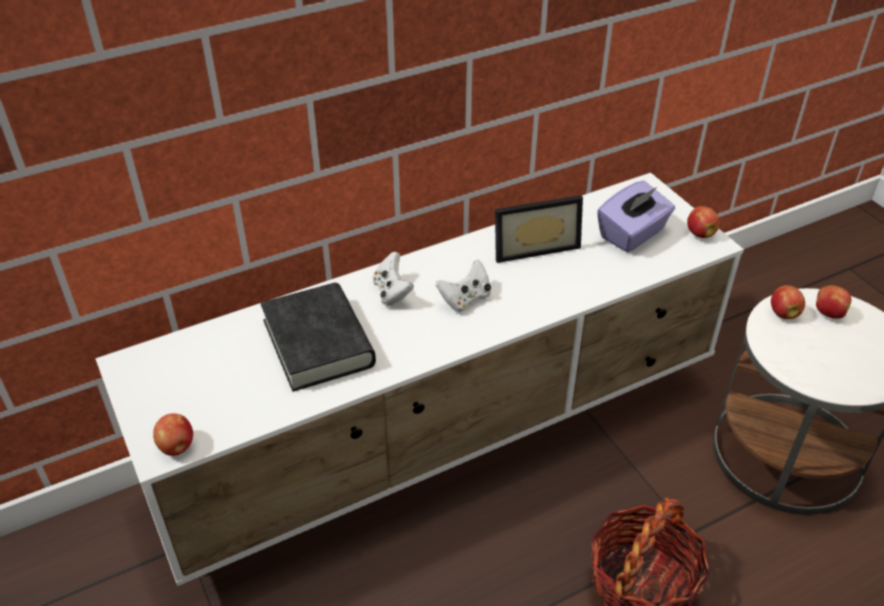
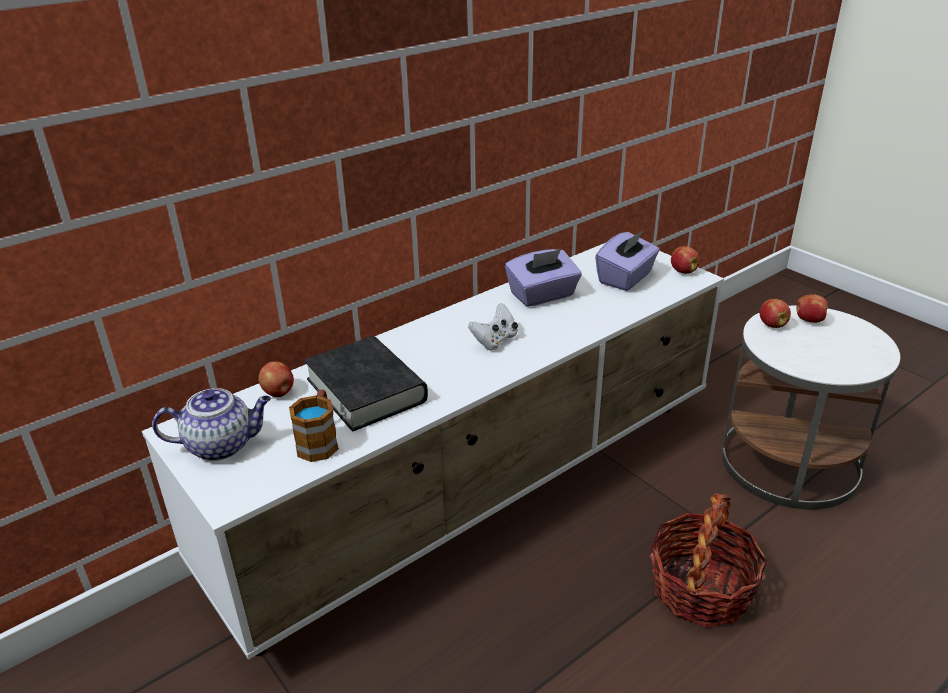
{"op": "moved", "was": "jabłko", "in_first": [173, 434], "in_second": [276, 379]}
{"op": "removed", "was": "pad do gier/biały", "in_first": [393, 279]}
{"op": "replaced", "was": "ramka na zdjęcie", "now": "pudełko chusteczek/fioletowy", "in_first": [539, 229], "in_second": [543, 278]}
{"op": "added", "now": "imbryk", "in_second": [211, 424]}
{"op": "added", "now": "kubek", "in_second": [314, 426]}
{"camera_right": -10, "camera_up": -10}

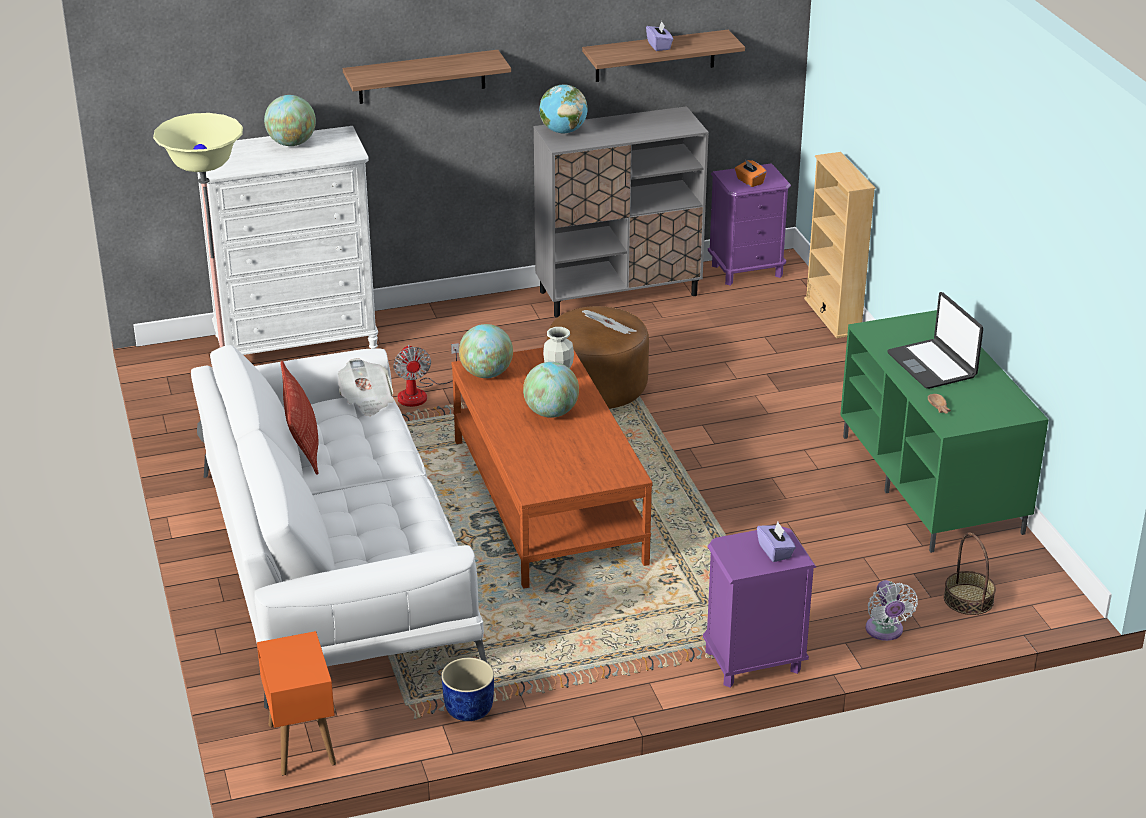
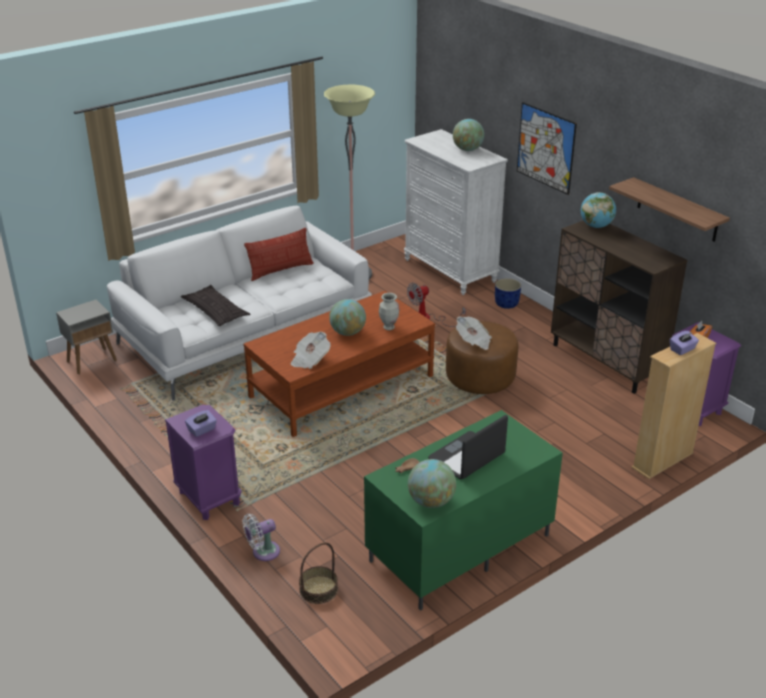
{"op": "recoloured", "was": "stolik/pomarańczowy", "now": "stolik/szary", "in_first": [296, 703], "in_second": [86, 336]}
{"op": "moved", "was": "gazeta", "in_first": [366, 387], "in_second": [311, 350]}
{"op": "replaced", "was": "półka", "now": "obraz", "in_first": [427, 77], "in_second": [547, 148]}
{"op": "moved", "was": "donica/niebieski", "in_first": [467, 689], "in_second": [508, 293]}
{"op": "moved", "was": "globus", "in_first": [486, 351], "in_second": [432, 483]}
{"op": "recoloured", "was": "szafka/szary", "now": "szafka/brązowy", "in_first": [621, 211], "in_second": [619, 307]}
{"op": "moved", "was": "pudełko chusteczek/fioletowy", "in_first": [659, 36], "in_second": [684, 343]}
{"op": "added", "now": "poduszka", "in_second": [215, 305]}
{"camera_right": 70, "camera_up": 0}

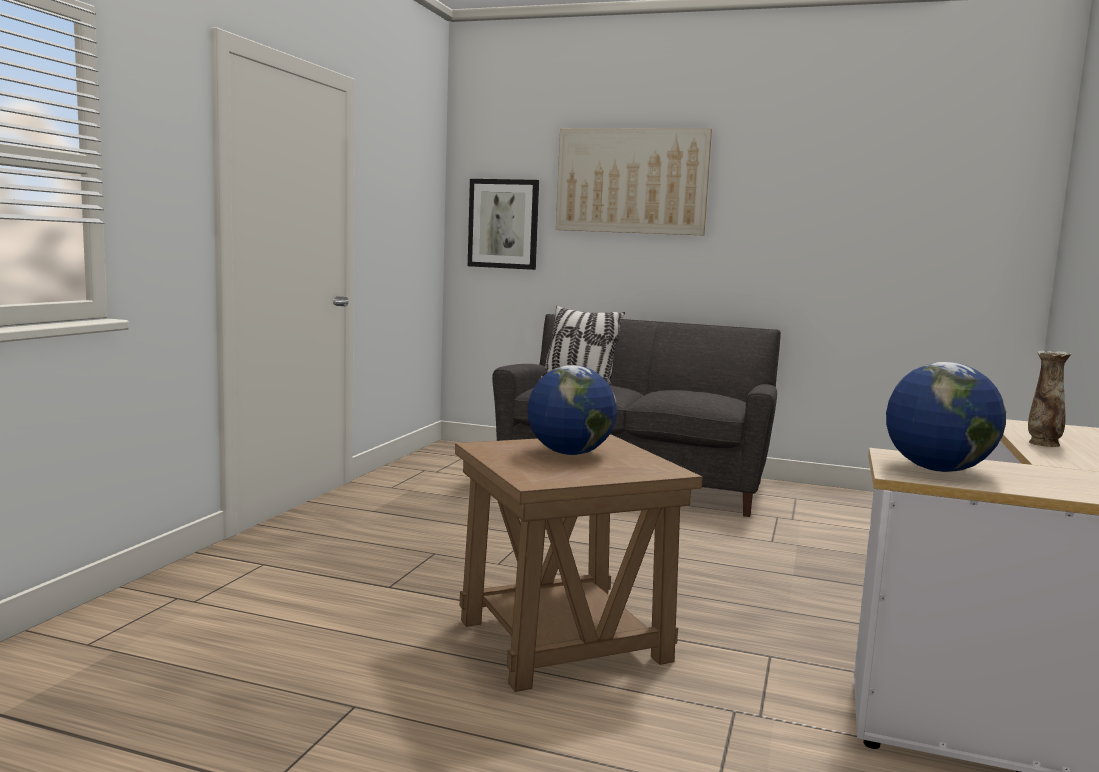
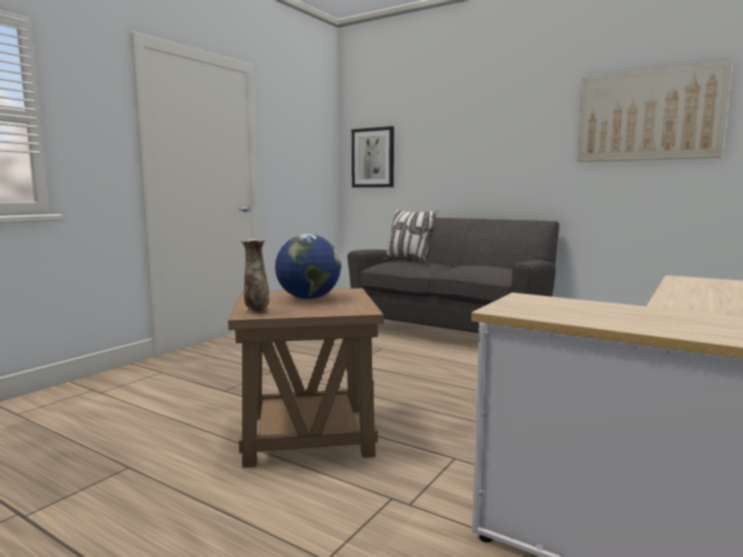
{"op": "moved", "was": "obraz", "in_first": [634, 181], "in_second": [654, 112]}
{"op": "removed", "was": "globus", "in_first": [946, 417]}
{"op": "moved", "was": "wazon", "in_first": [1049, 398], "in_second": [255, 276]}
{"camera_right": 15, "camera_up": 0}

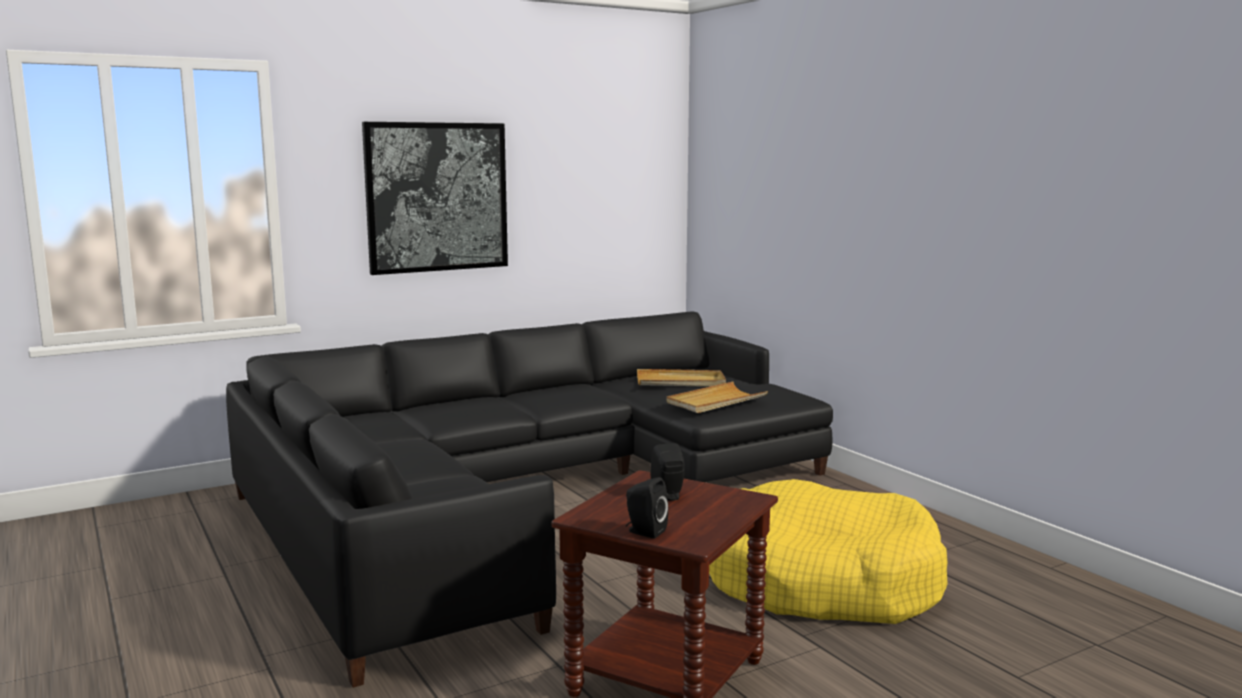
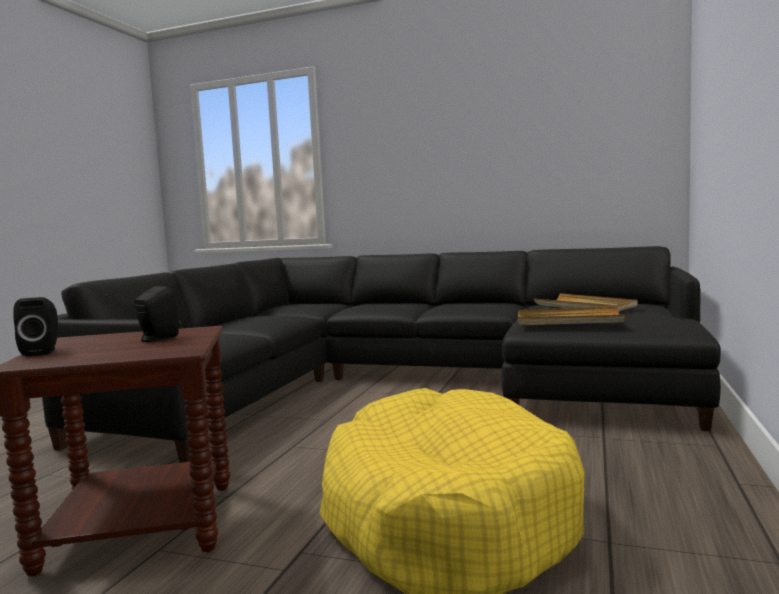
{"op": "removed", "was": "obraz", "in_first": [435, 198]}
{"camera_right": 50, "camera_up": -5}

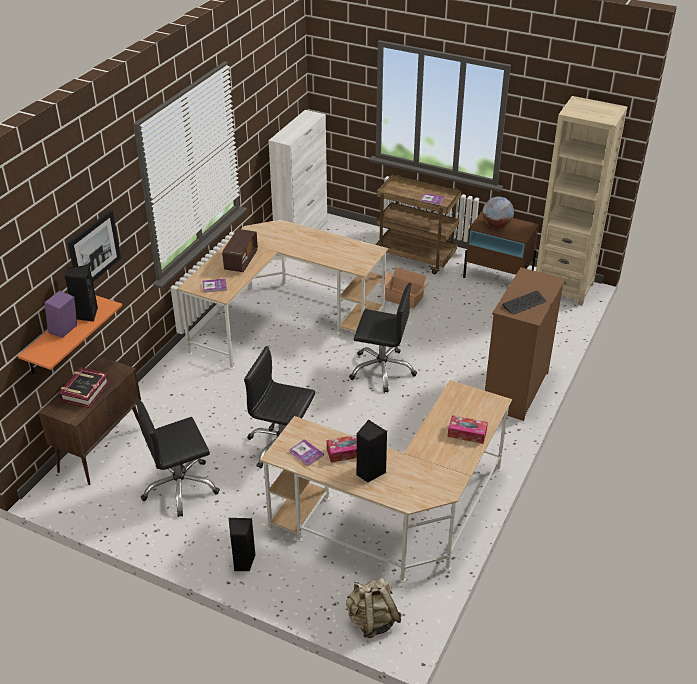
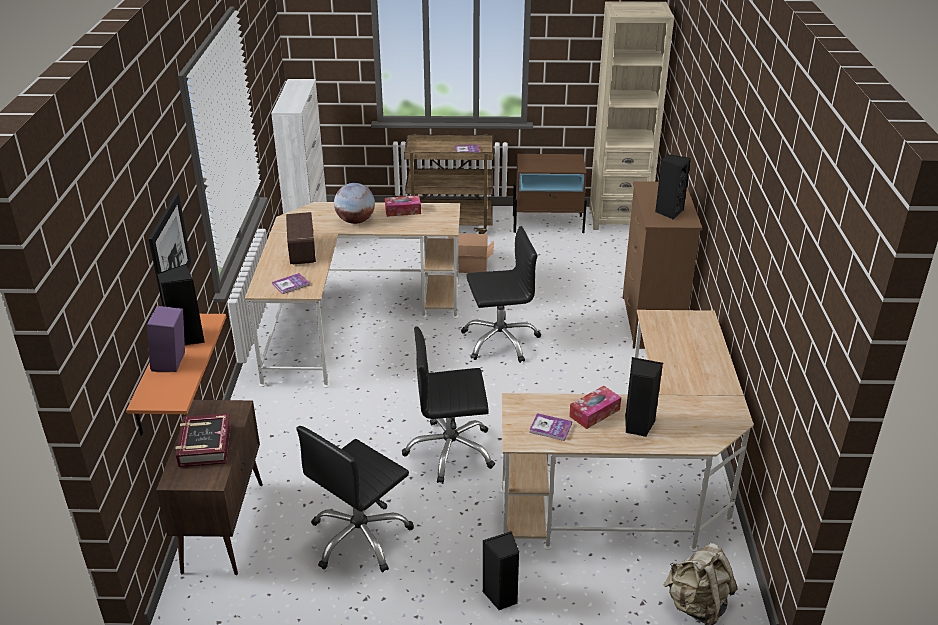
{"op": "moved", "was": "pudełko chusteczek", "in_first": [468, 429], "in_second": [403, 206]}
{"op": "moved", "was": "globus", "in_first": [498, 212], "in_second": [354, 203]}
{"op": "replaced", "was": "klawiatura", "now": "głośnik/czarny", "in_first": [524, 303], "in_second": [673, 187]}
{"camera_right": -25, "camera_up": -5}

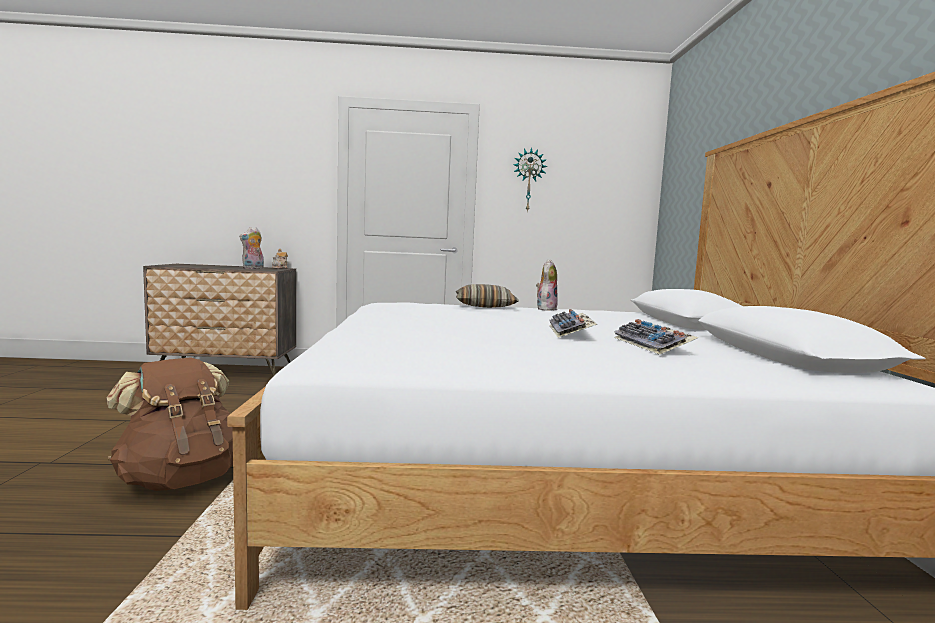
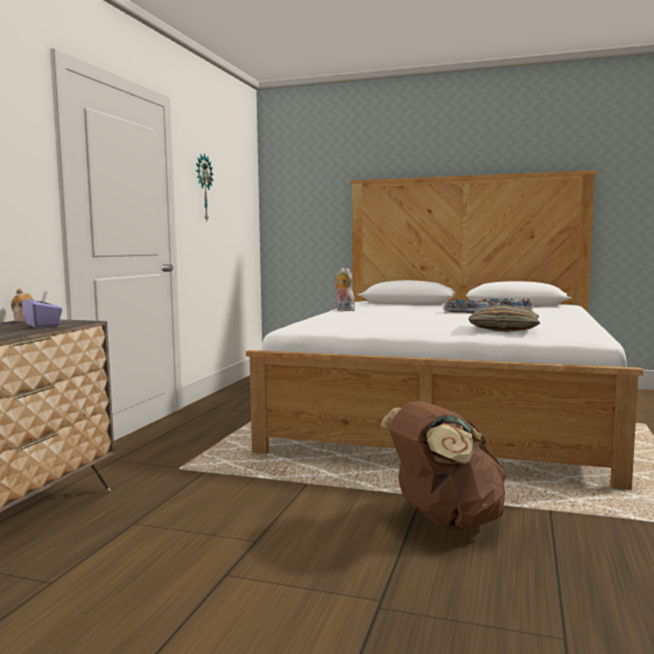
{"op": "replaced", "was": "pluszak", "now": "pudełko chusteczek/fioletowy", "in_first": [251, 248], "in_second": [42, 309]}
{"op": "moved", "was": "poduszka", "in_first": [487, 296], "in_second": [504, 318]}
{"camera_right": -70, "camera_up": 0}

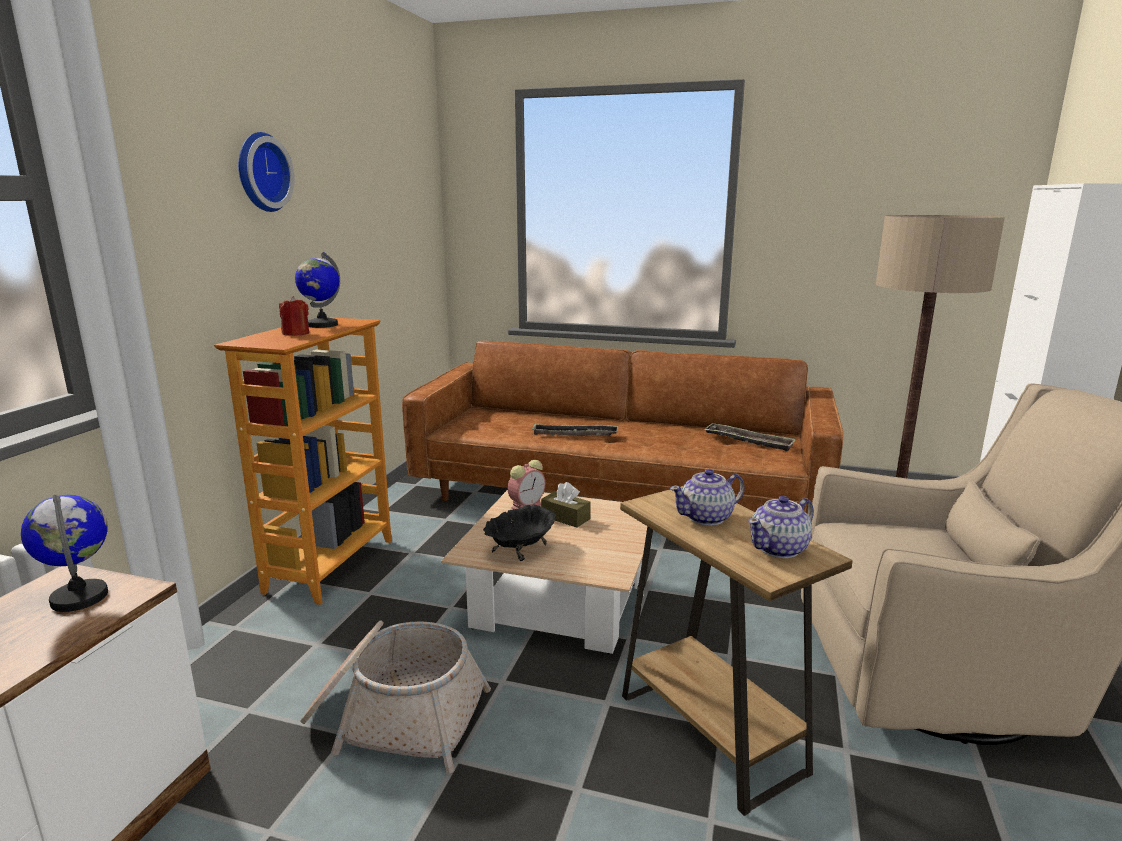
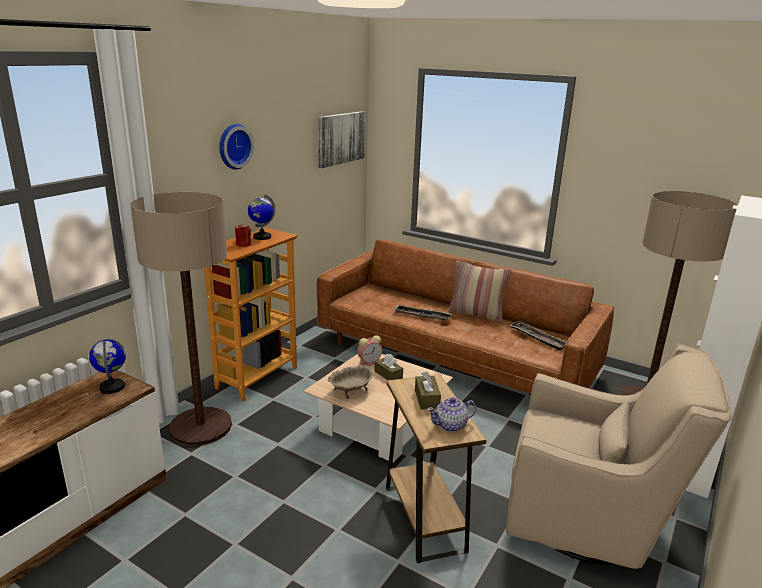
{"op": "removed", "was": "koszyk", "in_first": [395, 697]}
{"op": "recoloured", "was": "miska/czarny", "now": "miska/beżowy", "in_first": [519, 532], "in_second": [351, 382]}
{"op": "replaced", "was": "imbryk", "now": "pudełko chusteczek/brązowy", "in_first": [707, 497], "in_second": [428, 390]}
{"op": "added", "now": "lampa stojąca", "in_second": [181, 319]}
{"op": "added", "now": "obraz", "in_second": [341, 139]}
{"op": "added", "now": "poduszka", "in_second": [479, 292]}
{"camera_right": 15, "camera_up": 5}

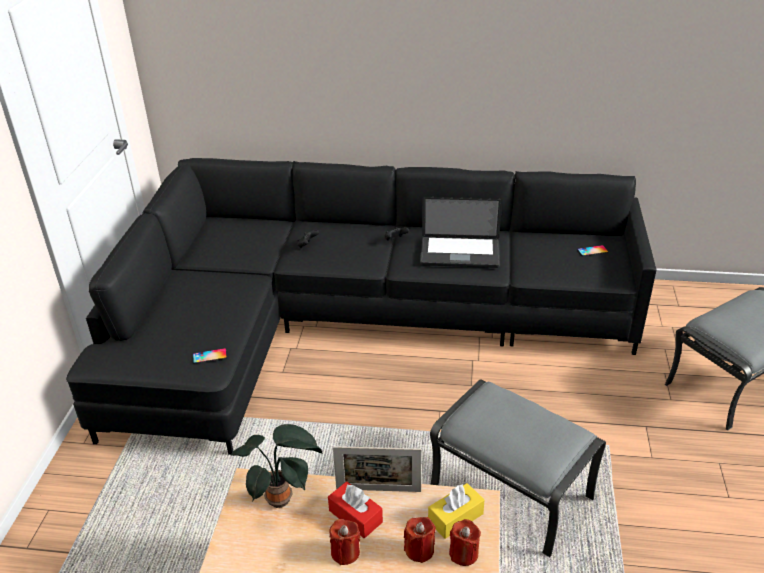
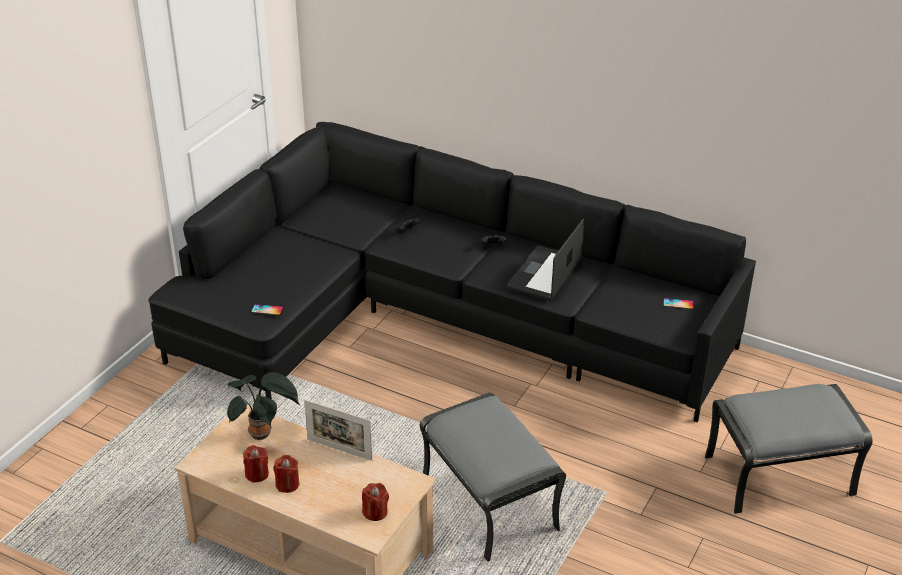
{"op": "removed", "was": "pudełko chusteczek/czerwony", "in_first": [355, 509]}
{"op": "moved", "was": "świeca/czerwony", "in_first": [420, 540], "in_second": [256, 464]}
{"op": "turned", "was": "laptop", "in_first": [461, 232], "in_second": [546, 259], "clockwise": 90}
{"op": "removed", "was": "pudełko chusteczek/żółty", "in_first": [456, 511]}
{"camera_right": 20, "camera_up": 0}

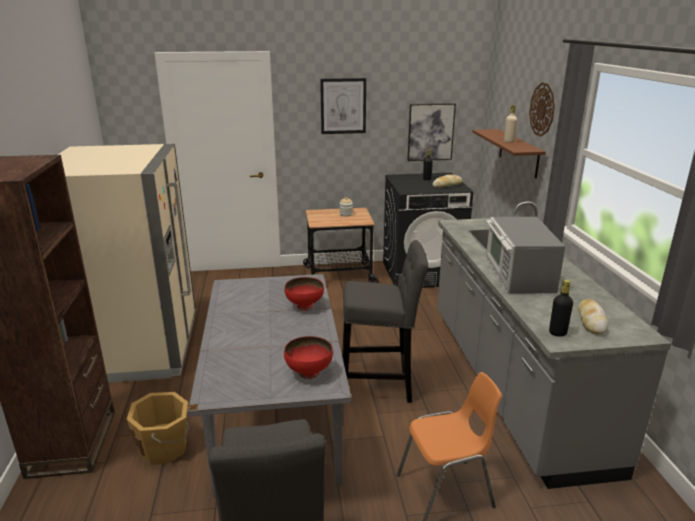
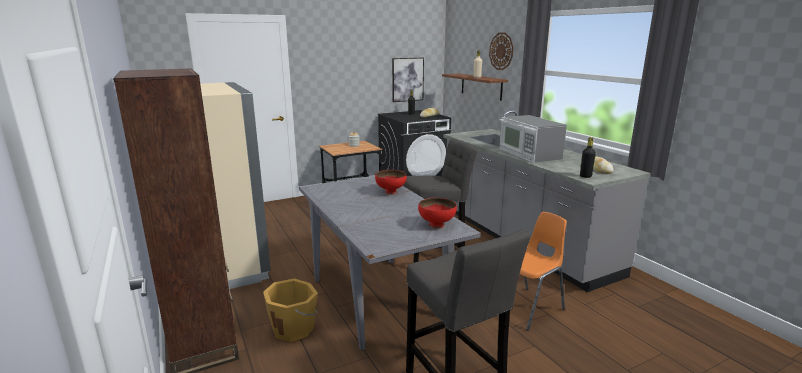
{"op": "removed", "was": "obraz", "in_first": [343, 106]}
{"camera_right": -20, "camera_up": -5}

